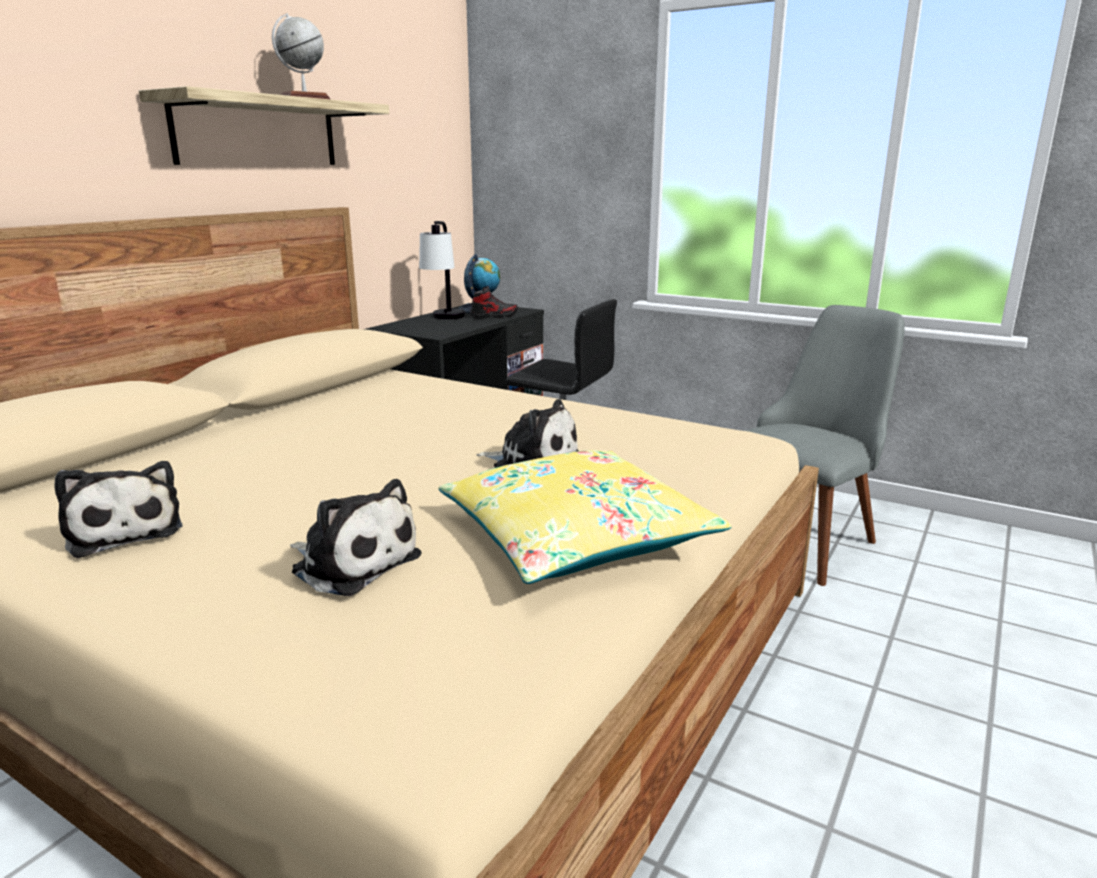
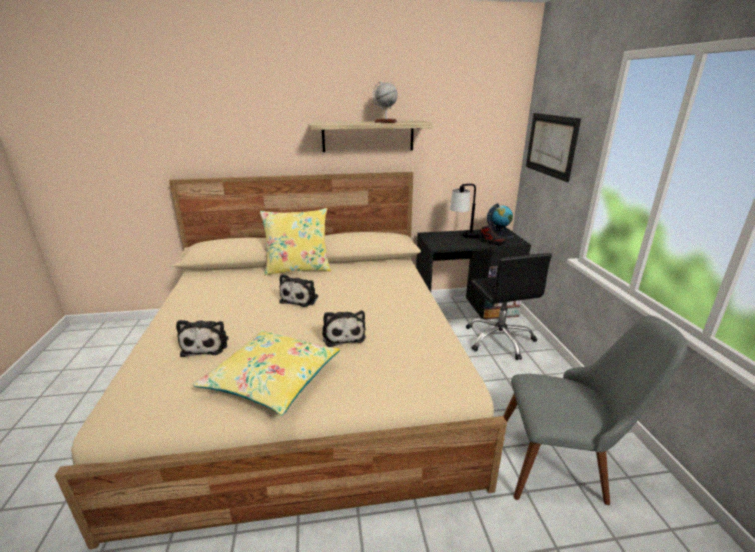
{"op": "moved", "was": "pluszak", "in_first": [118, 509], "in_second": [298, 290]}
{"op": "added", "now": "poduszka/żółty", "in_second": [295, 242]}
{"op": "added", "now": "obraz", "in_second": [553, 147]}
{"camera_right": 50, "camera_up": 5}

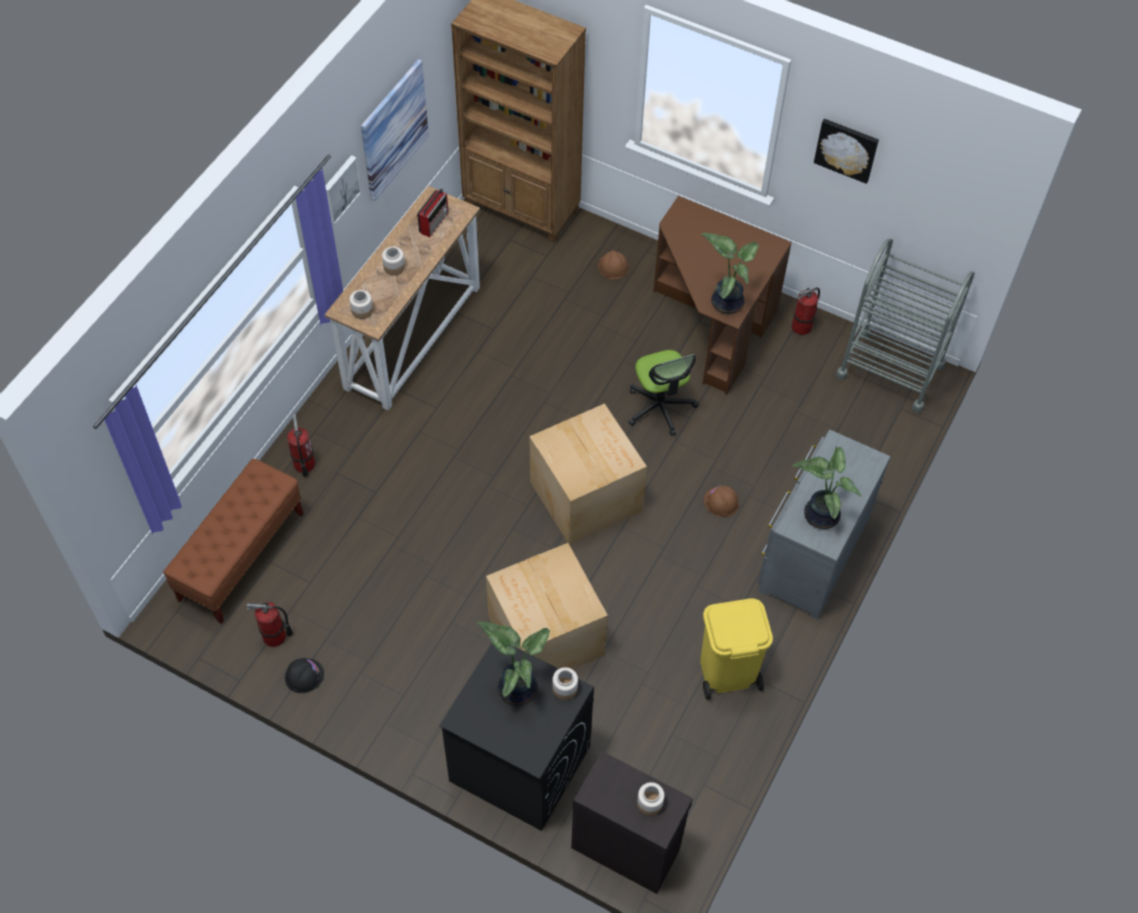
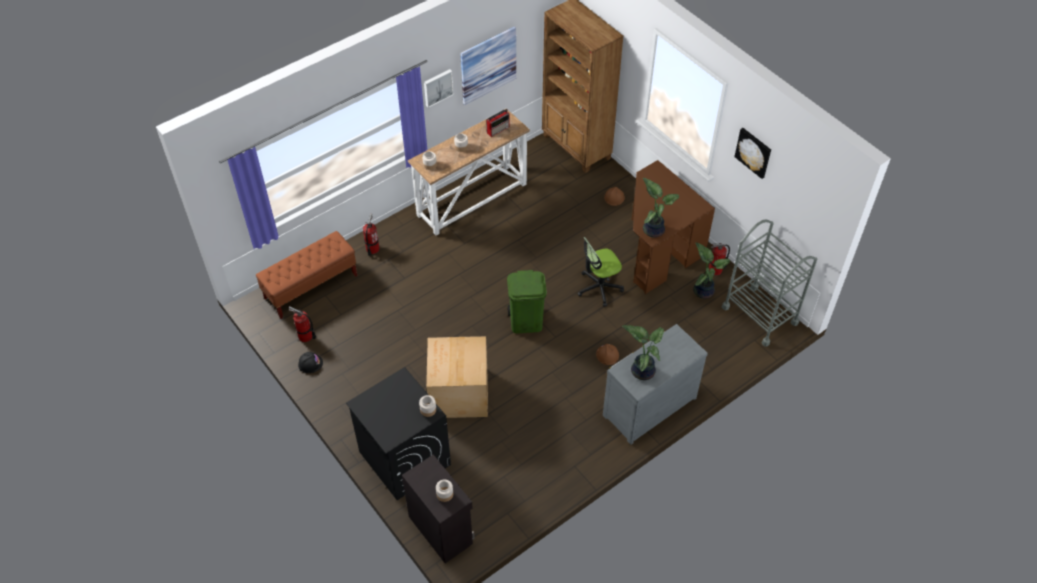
{"op": "moved", "was": "roślina doniczkowa", "in_first": [514, 664], "in_second": [711, 270]}
{"op": "replaced", "was": "karton", "now": "kosz na śmieci/zielony", "in_first": [588, 474], "in_second": [527, 301]}
{"op": "turned", "was": "krzesło biurowe", "in_first": [663, 393], "in_second": [600, 272], "clockwise": 60}
{"op": "removed", "was": "kosz na śmieci/żółty", "in_first": [736, 649]}
{"camera_right": 25, "camera_up": -5}

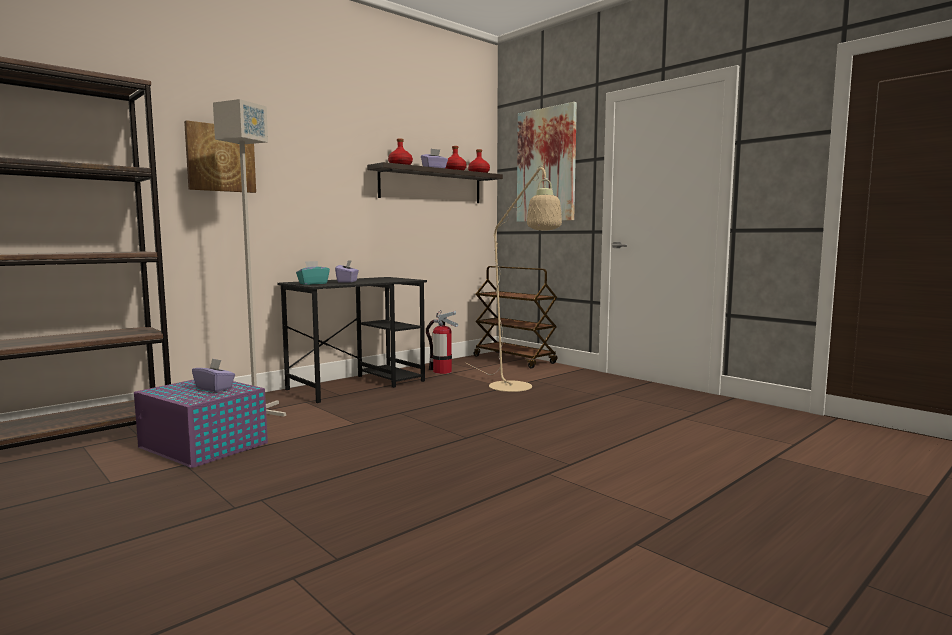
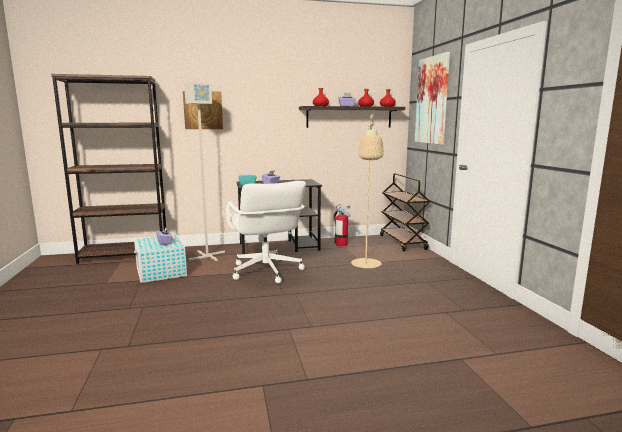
{"op": "recoloured", "was": "pojemnik do przechowywania/fioletowy", "now": "pojemnik do przechowywania/biały", "in_first": [201, 423], "in_second": [160, 258]}
{"op": "added", "now": "krzesło biurowe/biały", "in_second": [266, 232]}
{"camera_right": 30, "camera_up": 5}

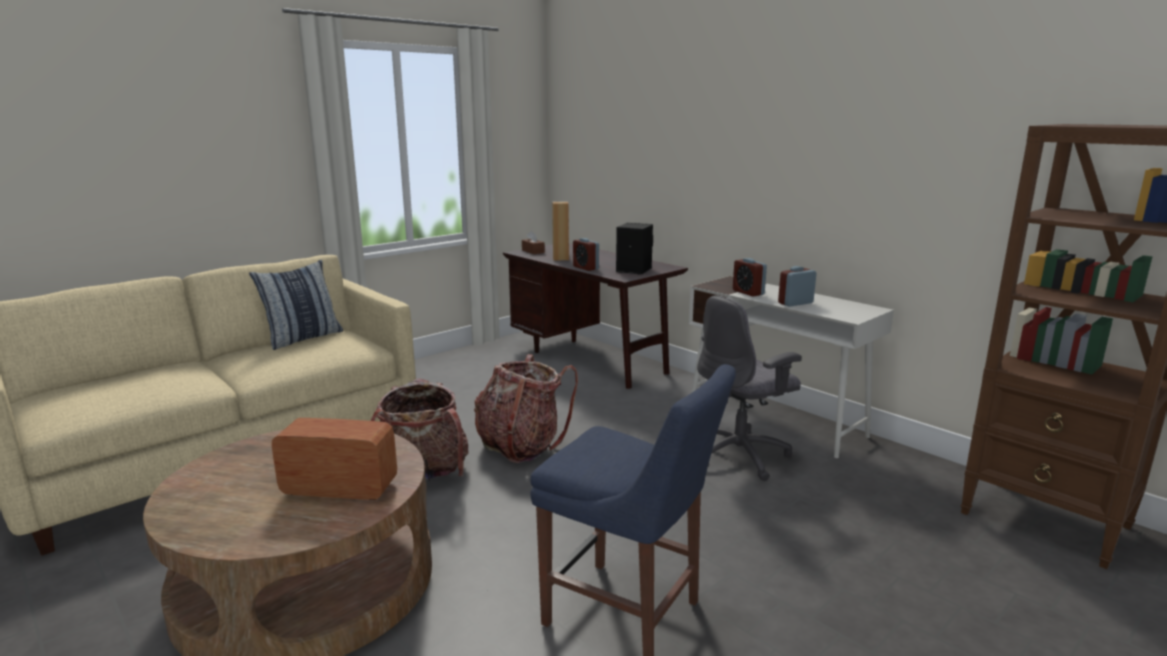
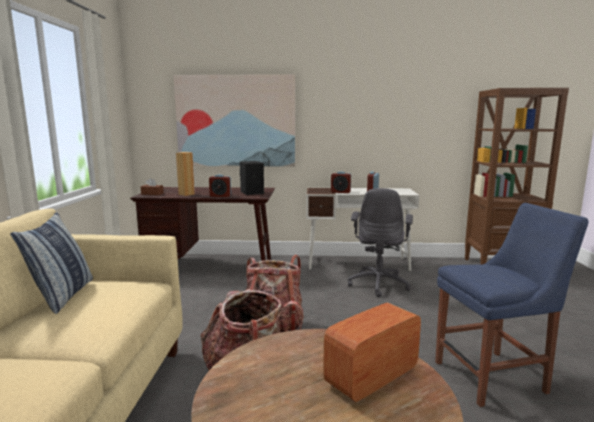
{"op": "added", "now": "obraz", "in_second": [234, 120]}
{"camera_right": -45, "camera_up": -5}

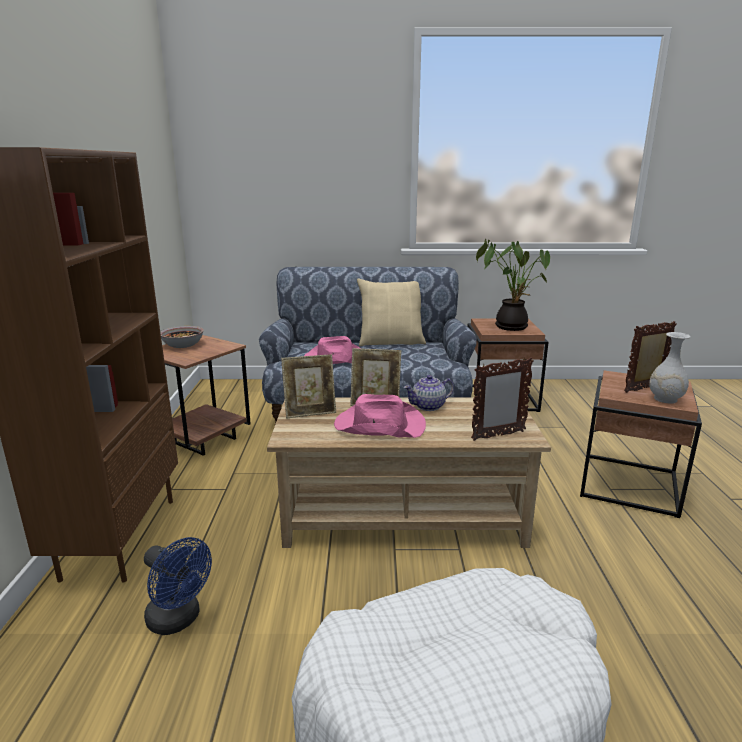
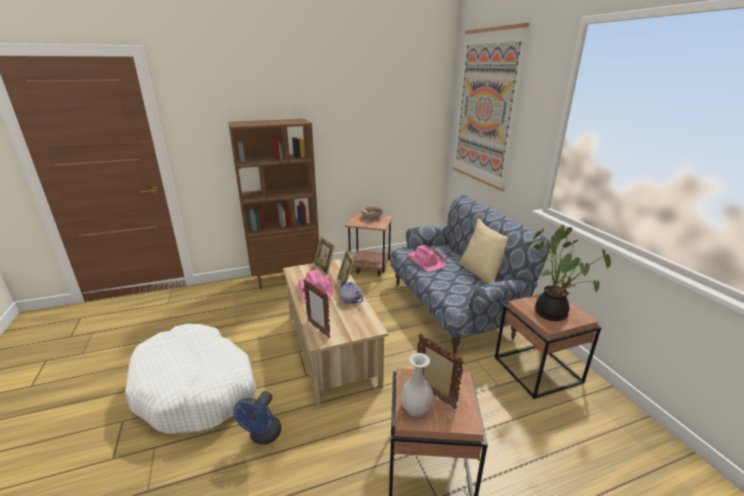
{"op": "moved", "was": "wentylator/niebieski", "in_first": [178, 586], "in_second": [257, 418]}
{"op": "added", "now": "obraz", "in_second": [491, 107]}
{"camera_right": 70, "camera_up": 5}

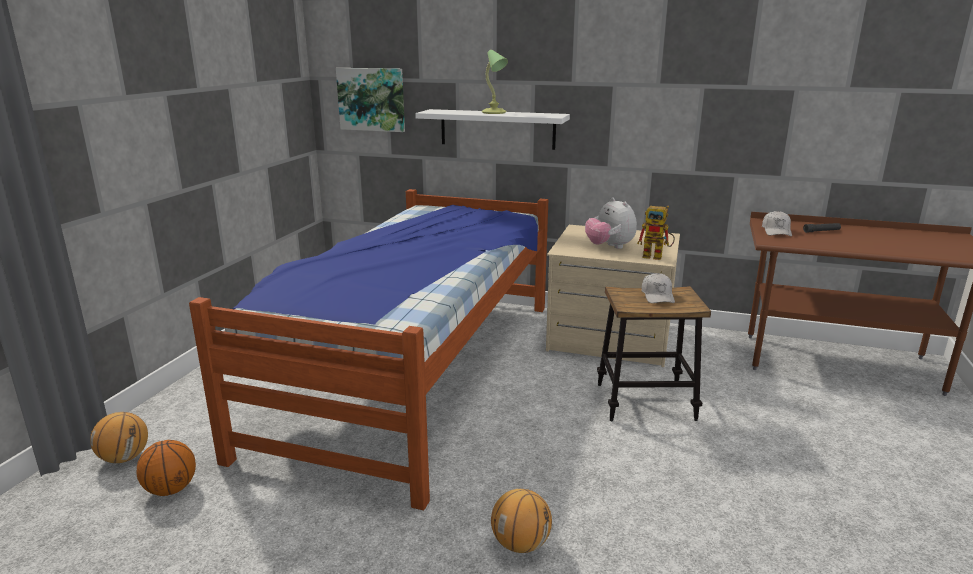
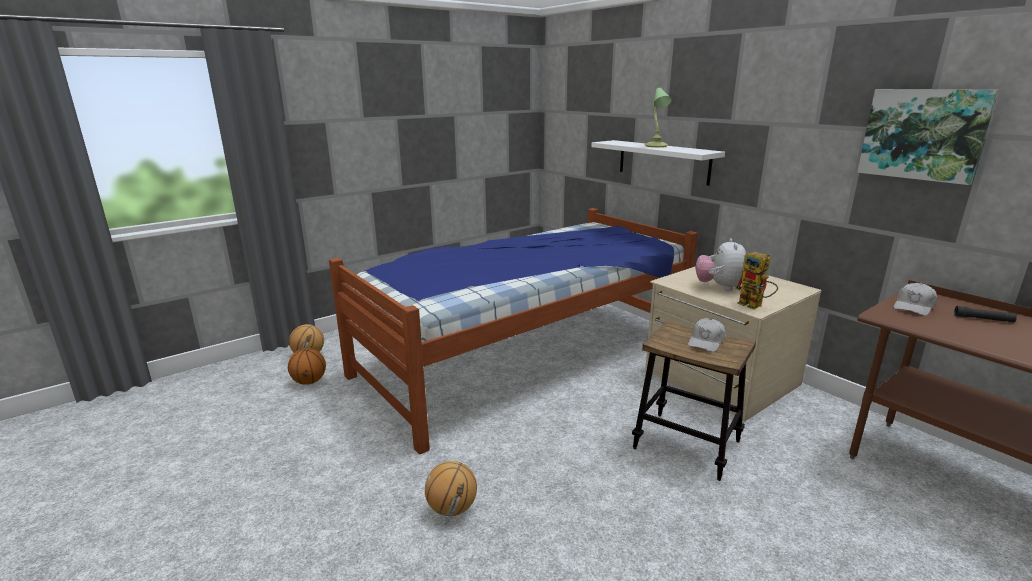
{"op": "moved", "was": "obraz", "in_first": [370, 100], "in_second": [928, 137]}
{"camera_right": 35, "camera_up": 0}

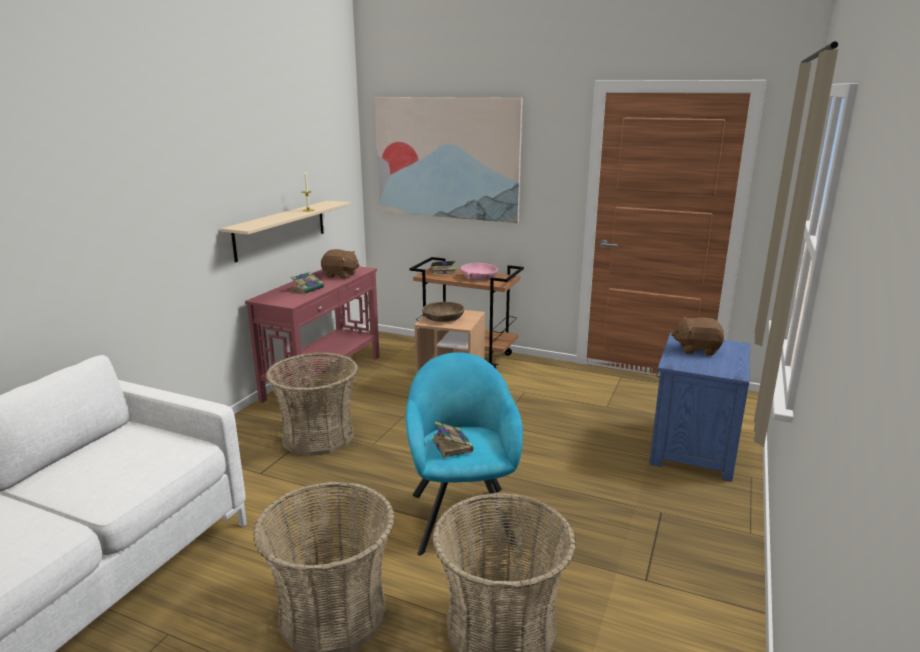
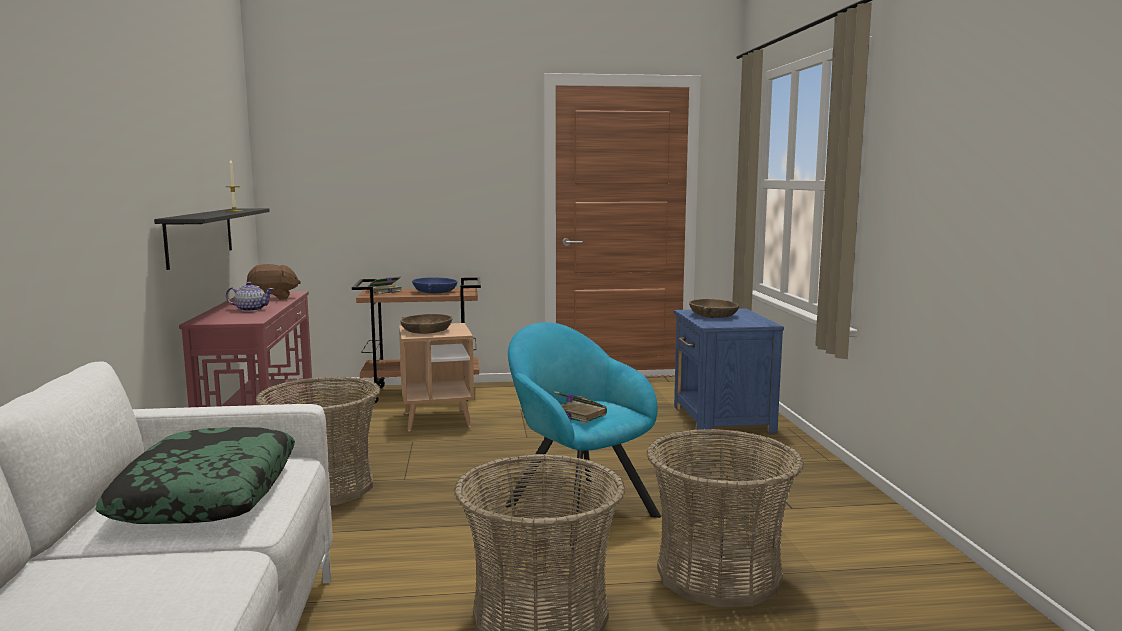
{"op": "recoloured", "was": "półka/beżowy", "now": "półka/czarny", "in_first": [285, 232], "in_second": [212, 239]}
{"op": "replaced", "was": "książka", "now": "imbryk", "in_first": [307, 282], "in_second": [249, 297]}
{"op": "removed", "was": "obraz", "in_first": [449, 160]}
{"op": "recoloured", "was": "miska/różowy", "now": "miska/niebieski", "in_first": [479, 271], "in_second": [434, 285]}
{"op": "replaced", "was": "pluszak/brązowy", "now": "miska/brązowy", "in_first": [697, 336], "in_second": [714, 308]}
{"op": "added", "now": "poduszka", "in_second": [195, 475]}
{"camera_right": -30, "camera_up": -10}

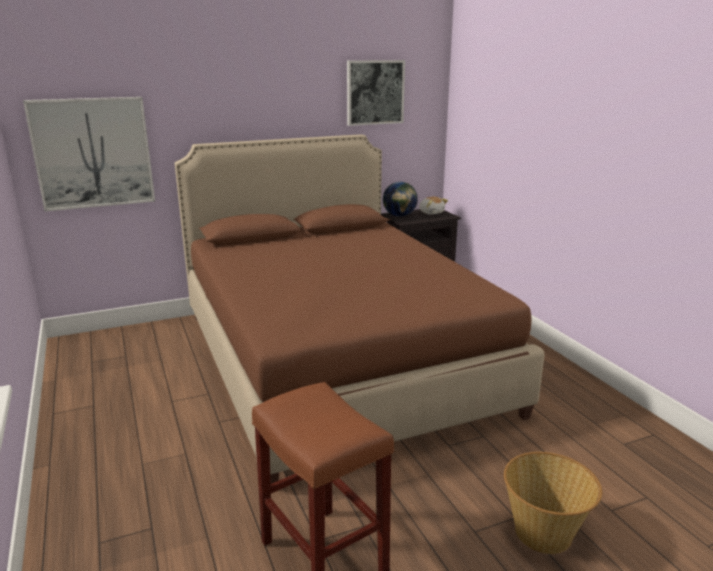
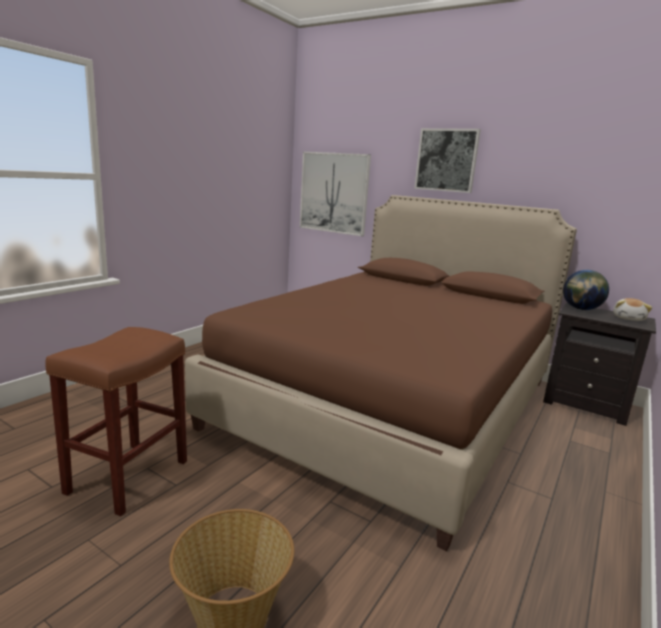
{"op": "moved", "was": "obraz", "in_first": [376, 93], "in_second": [447, 160]}
{"camera_right": 55, "camera_up": -5}

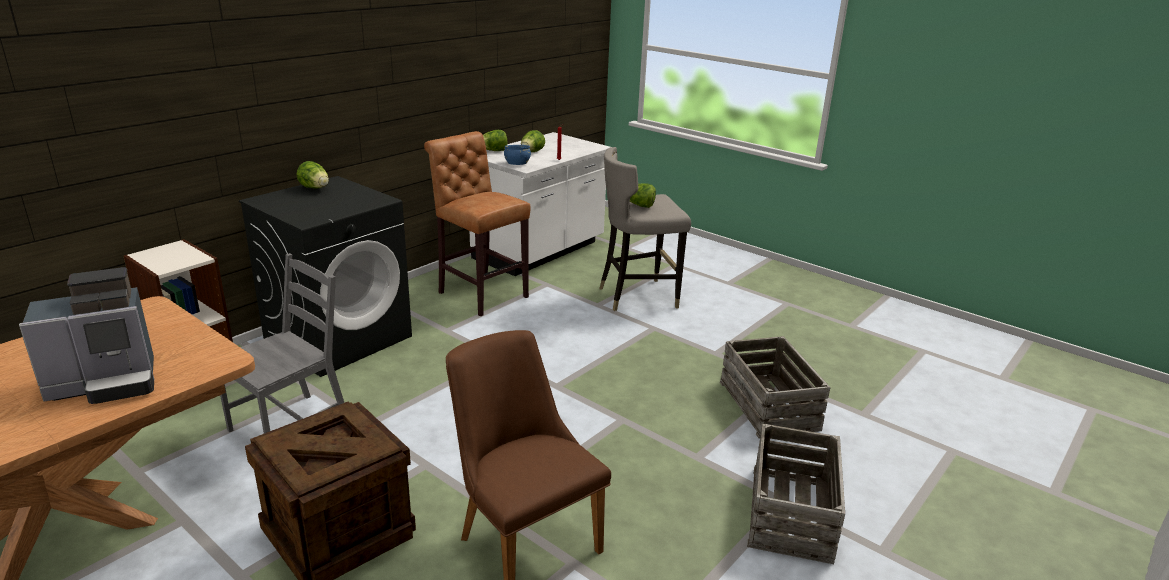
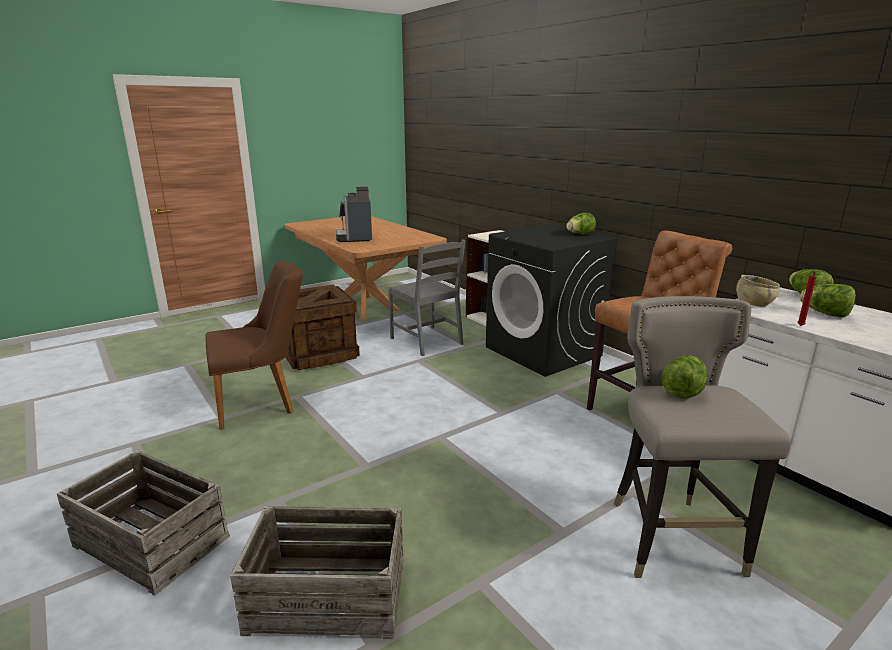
{"op": "recoloured", "was": "miska/niebieski", "now": "miska/beżowy", "in_first": [517, 155], "in_second": [758, 291]}
{"camera_right": 105, "camera_up": -5}

